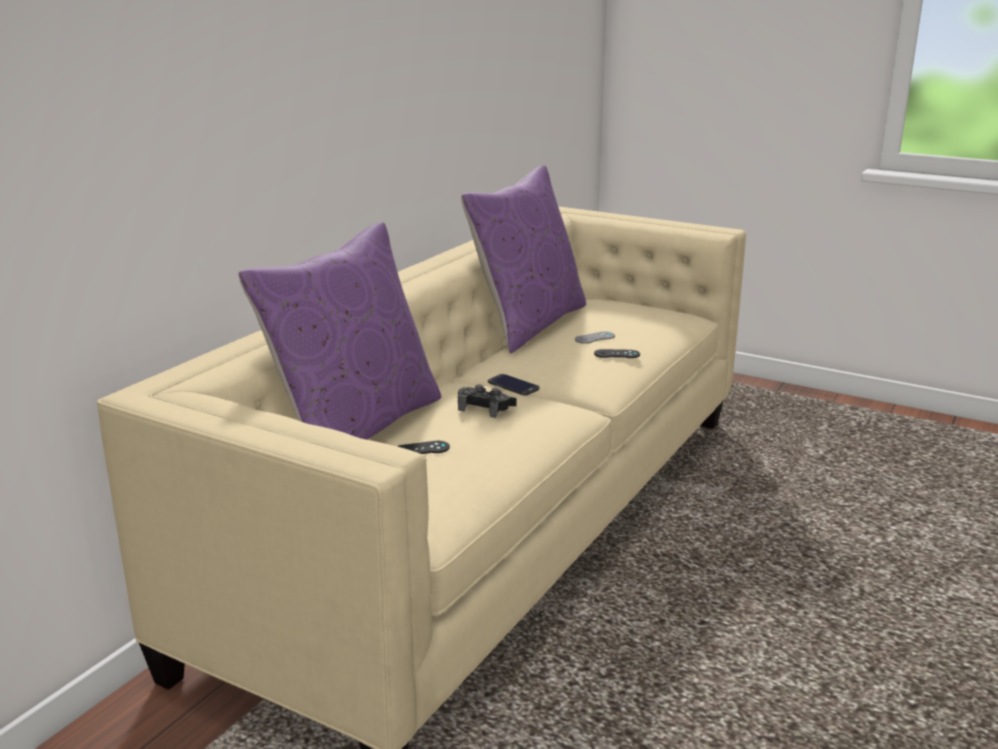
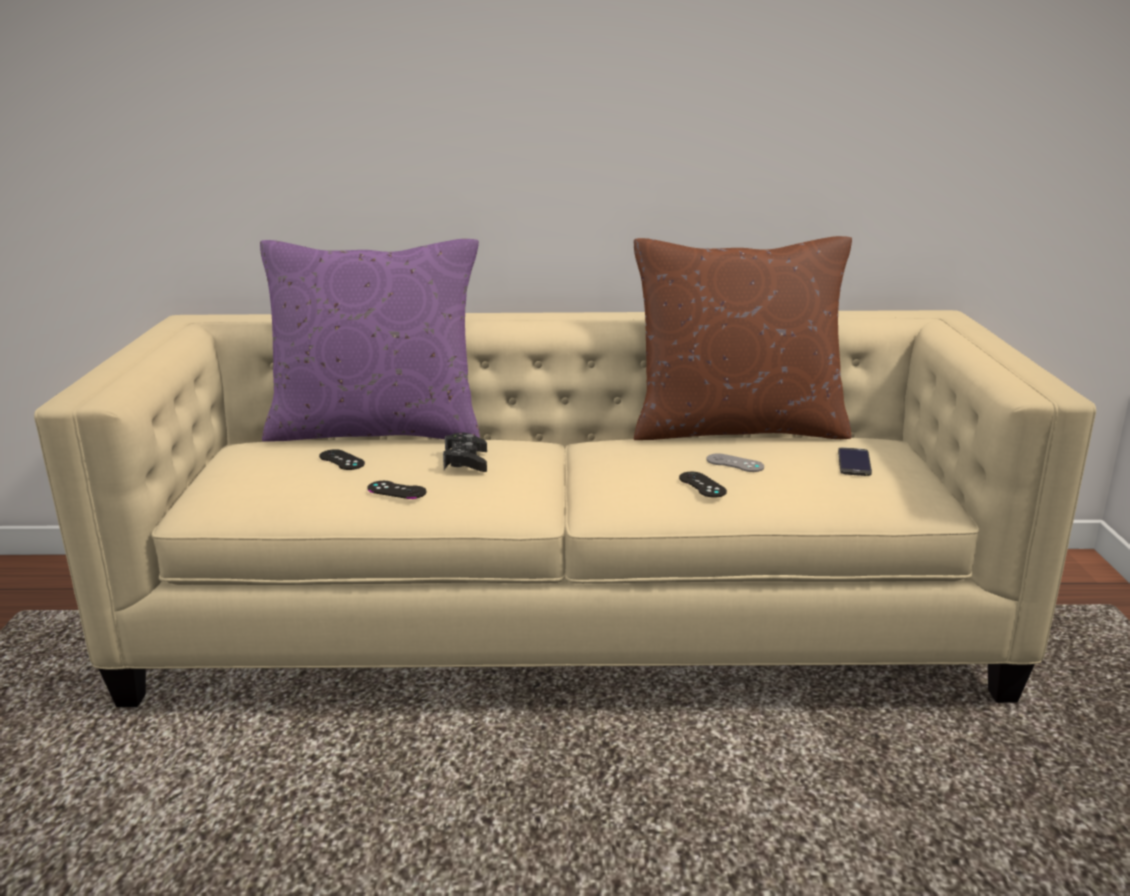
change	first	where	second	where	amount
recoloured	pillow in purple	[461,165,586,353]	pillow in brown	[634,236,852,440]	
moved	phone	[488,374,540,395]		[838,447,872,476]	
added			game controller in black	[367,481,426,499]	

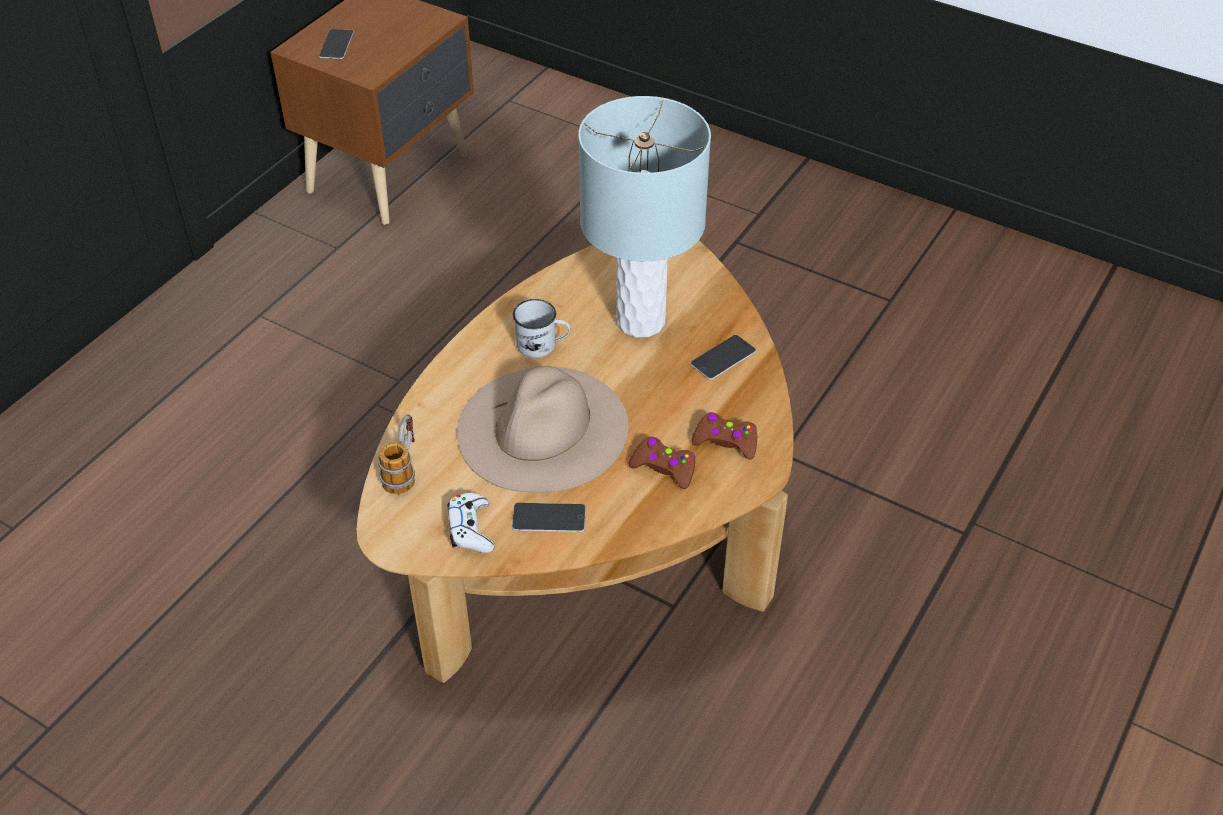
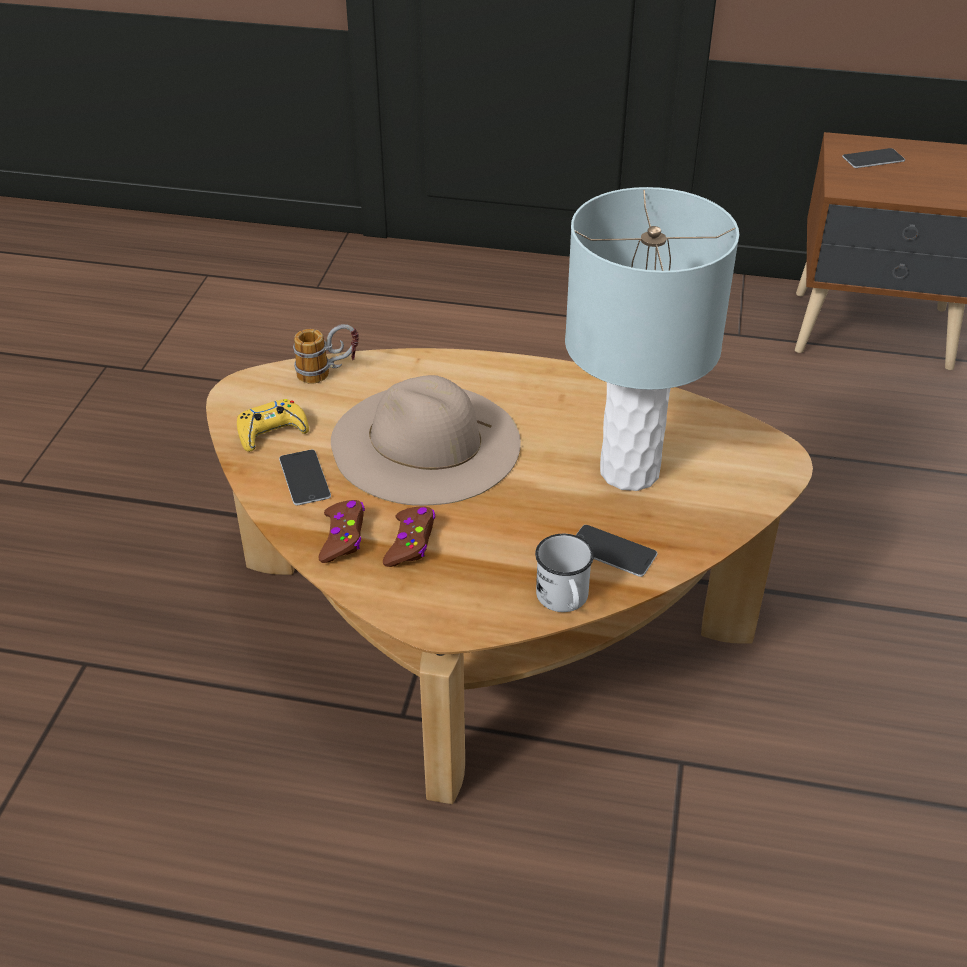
change	first	where	second	where	amount
recoloured	game controller in white	[447,492,495,553]	game controller in yellow	[237,399,309,452]	
moved	mug in white	[513,299,571,358]		[535,534,594,612]	
moved	game controller in brown	[691,412,757,459]		[319,500,365,563]	

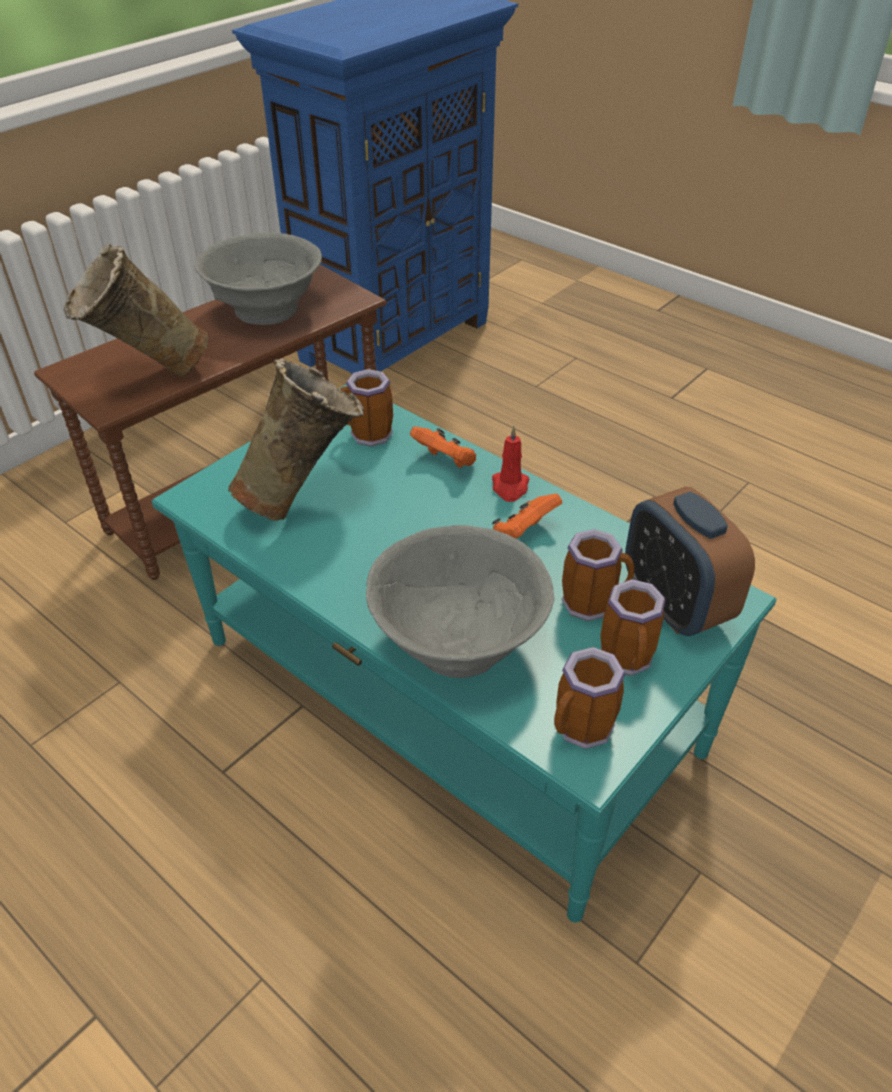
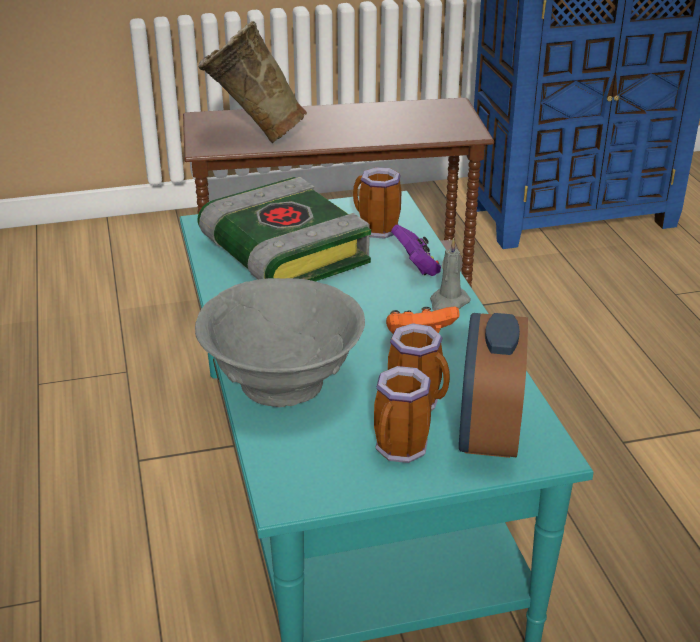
change	first	where	second	where	amount
removed	bowl in grey	[195,232,322,325]			
replaced	vase in beige	[228,358,364,521]	book	[197,177,371,281]	
recoloured	game controller in orange	[410,427,476,468]	game controller in purple	[391,225,441,276]	
recoloured	candle in red	[492,426,529,502]	candle in grey	[430,238,471,310]	
removed	mug	[554,647,625,749]			

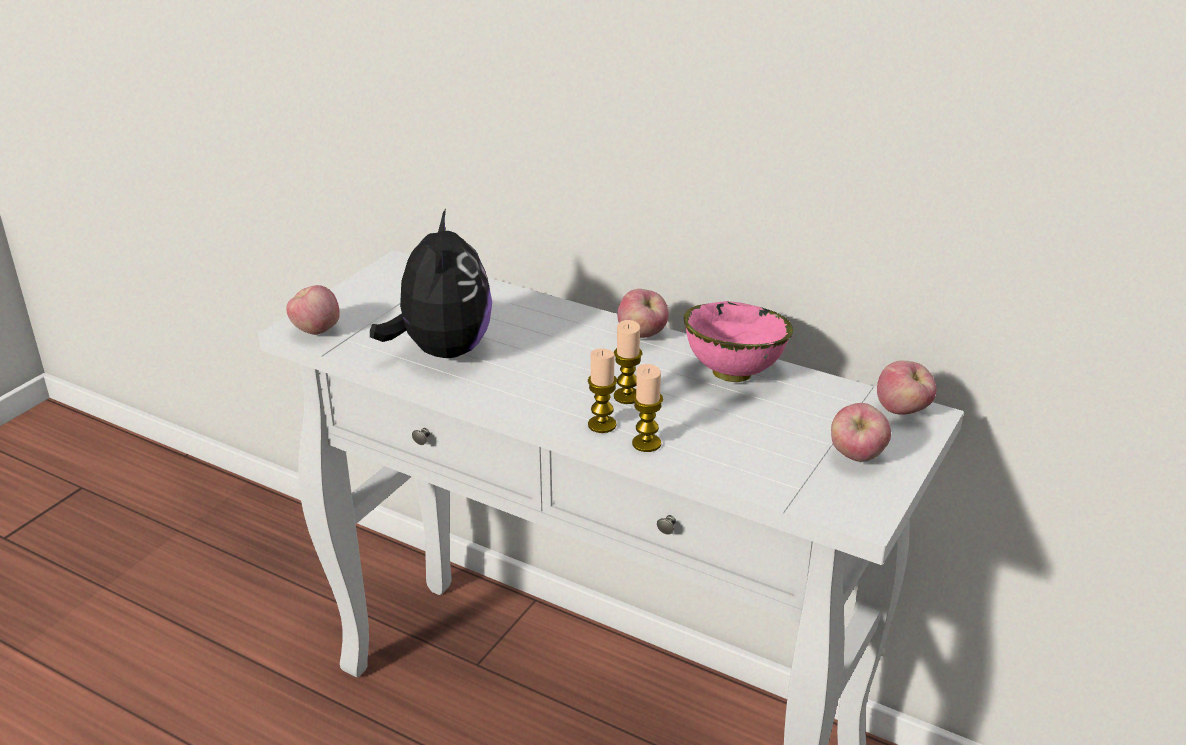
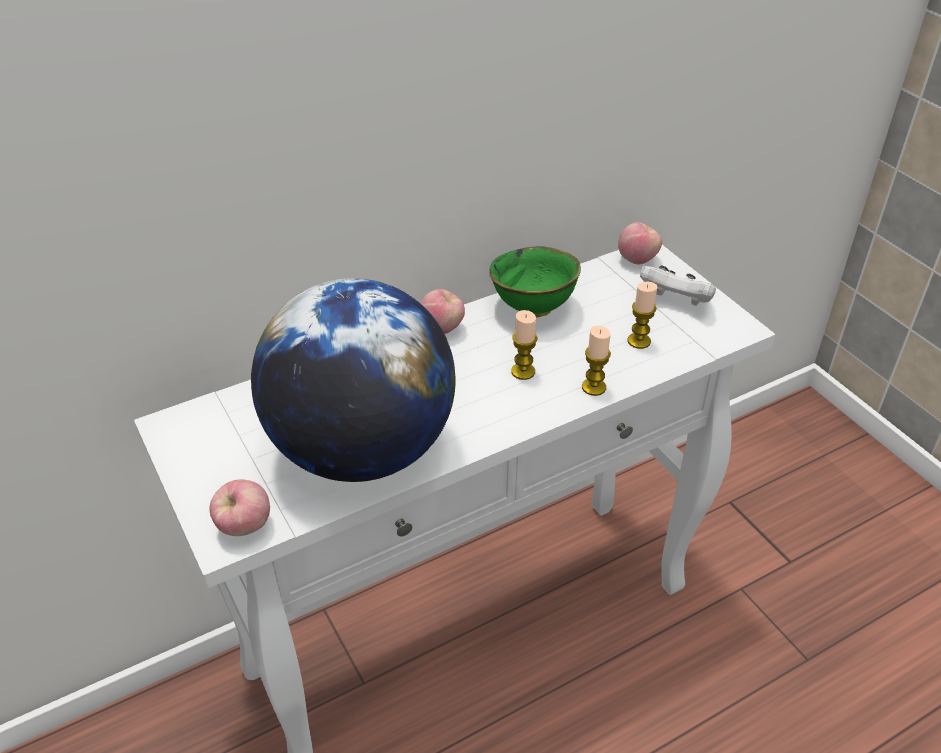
change	first	where	second	where	amount
replaced	plush toy	[370,208,492,358]	globe	[251,278,456,482]	
moved	candle	[588,349,617,433]		[628,282,657,349]	
recoloured	bowl in pink	[684,301,793,382]	bowl in green	[489,246,581,318]	
replaced	apple	[831,403,891,462]	game controller in white	[640,266,716,306]	

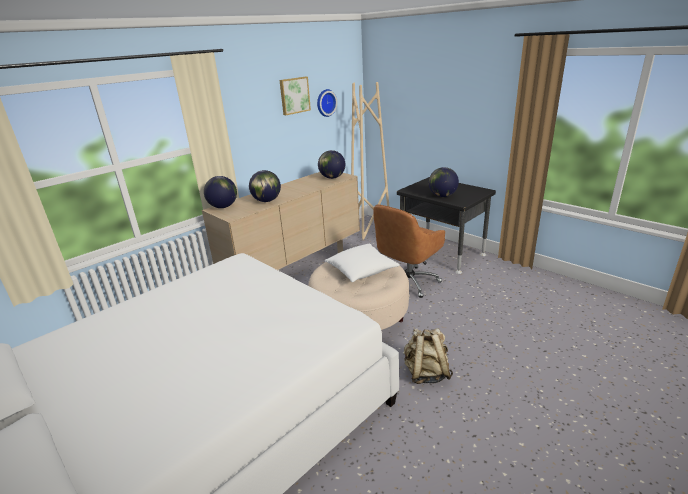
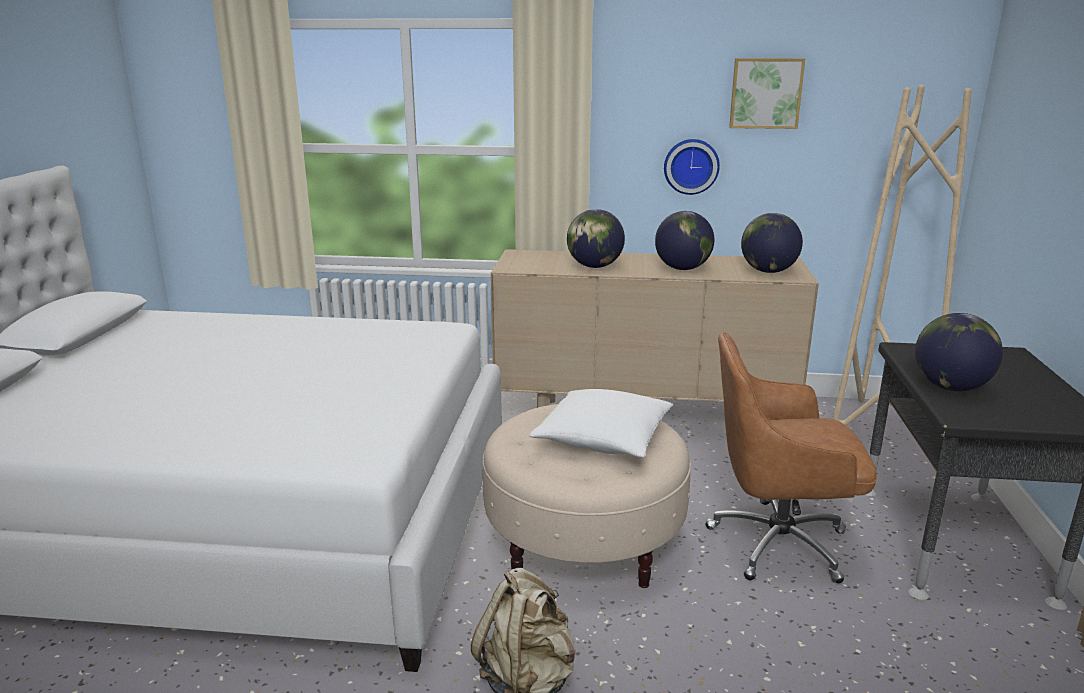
change	first	where	second	where	amount
moved	globe	[204,176,237,208]		[655,211,714,270]	
moved	wall clock	[317,89,337,117]		[664,139,720,195]	

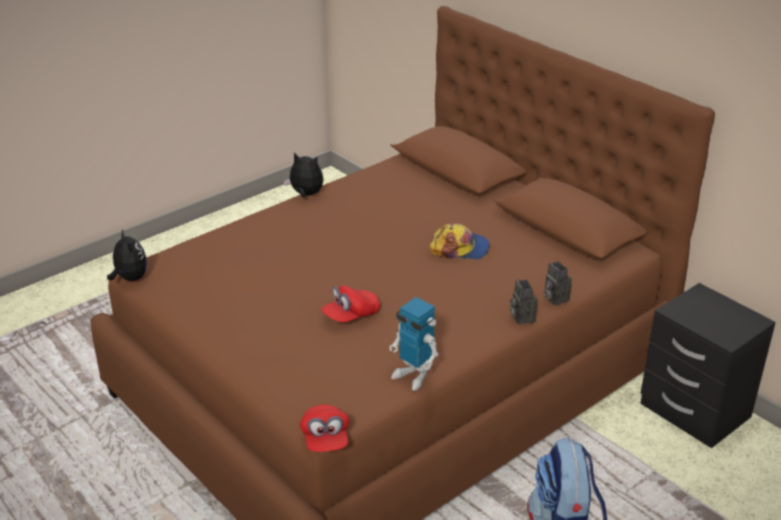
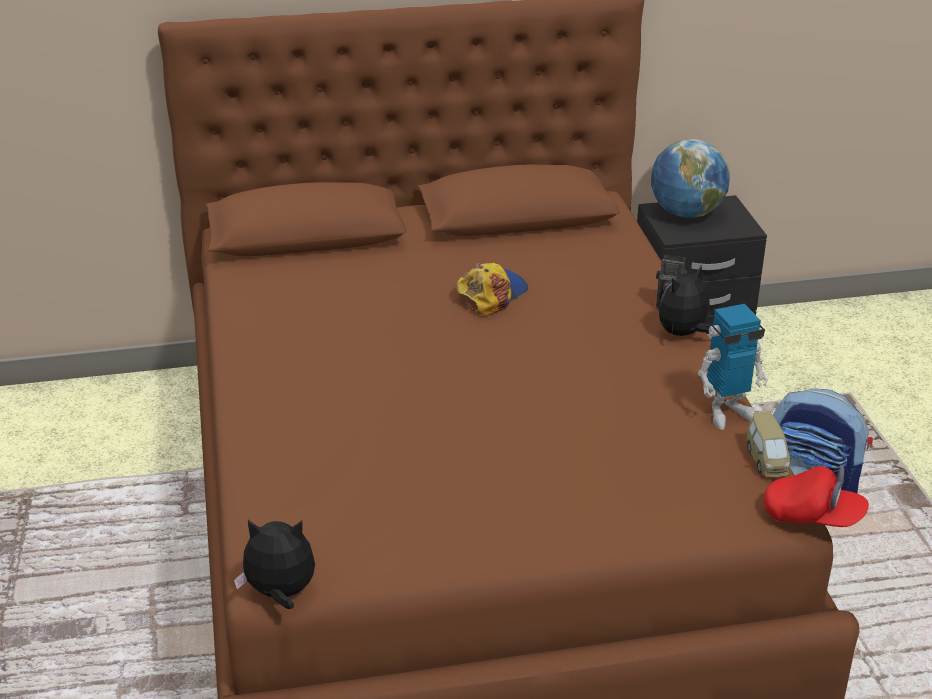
change	first	where	second	where	amount
moved	plush toy	[284,152,324,197]		[658,265,713,336]	
removed	cap in red	[322,286,380,322]			
removed	photo camera	[544,261,571,306]			
added			globe	[651,139,730,218]	
added			toy car	[746,412,793,477]	

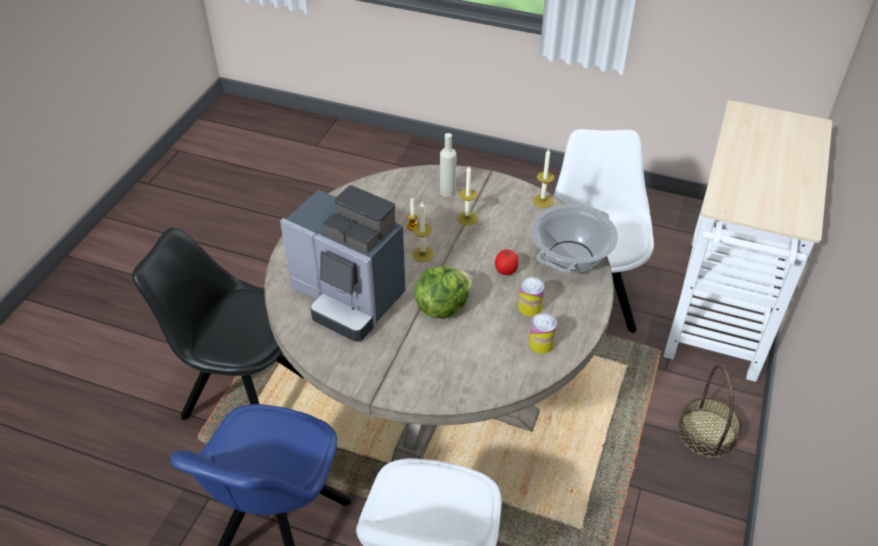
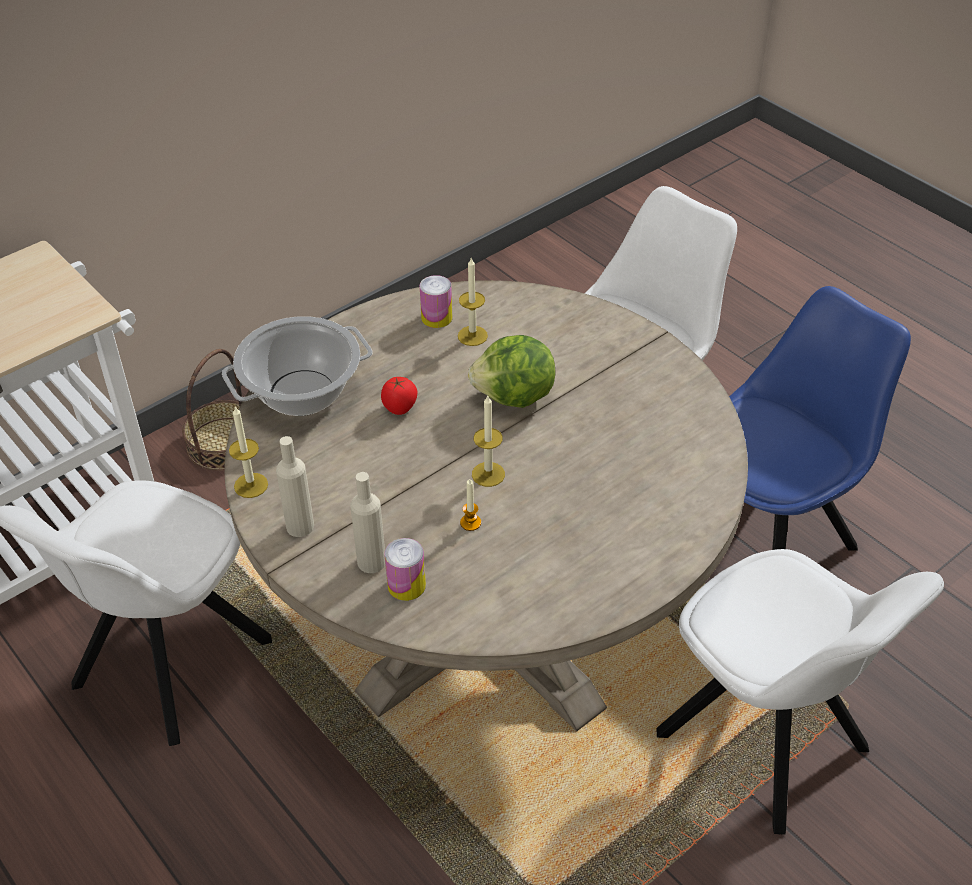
change	first	where	second	where	amount
recoloured	chair in black	[132,228,303,420]	chair in white	[656,549,944,835]	
removed	coffee machine	[280,185,405,342]			
moved	candle	[457,167,478,225]		[458,258,488,346]	
moved	can	[518,277,545,316]		[384,538,426,601]	
added			bottle in beige	[276,436,314,537]	

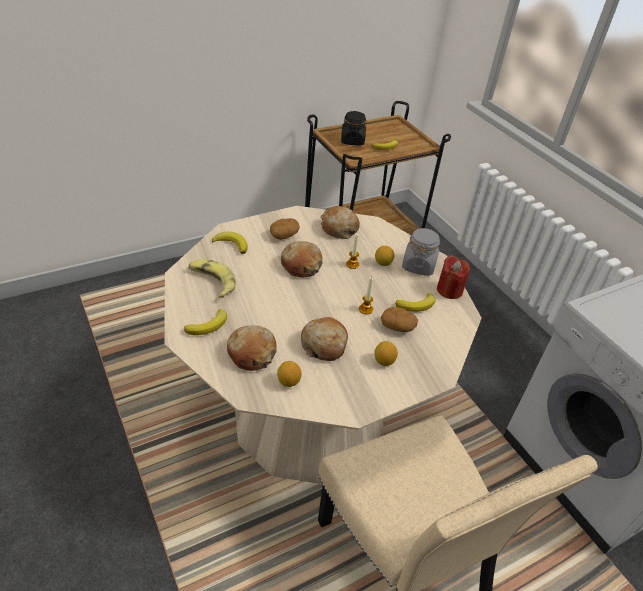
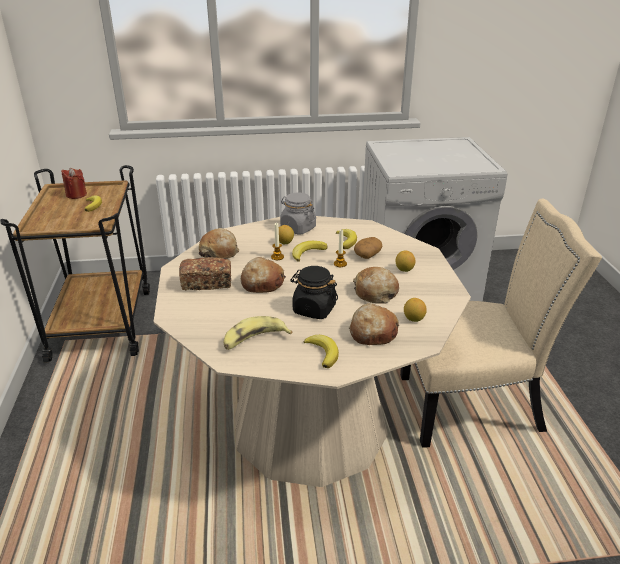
change	first	where	second	where	amount
moved	banana	[212,232,248,254]		[292,241,328,262]	
replaced	potato	[270,218,300,240]	bread	[179,257,231,291]	
moved	jar in black	[341,111,366,145]		[290,266,338,319]	
moved	candle in red	[437,255,470,299]		[61,168,87,199]	

